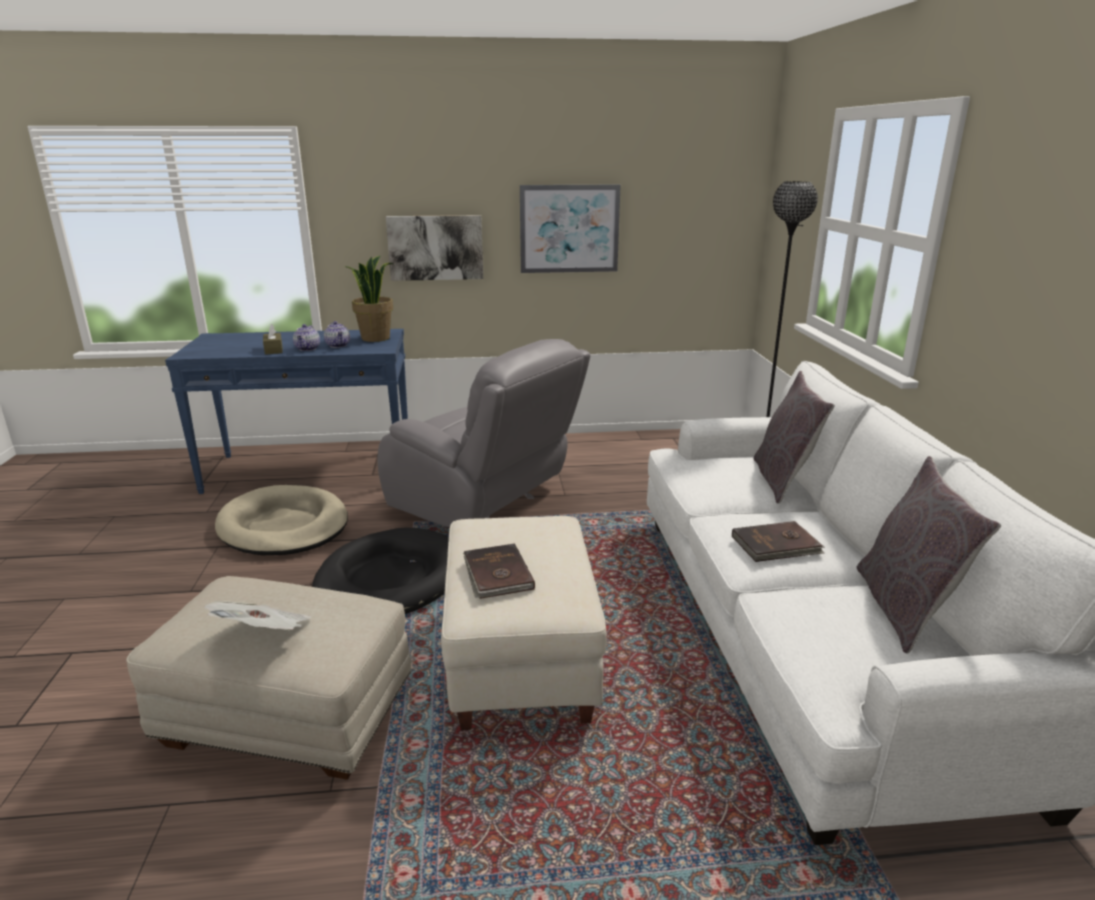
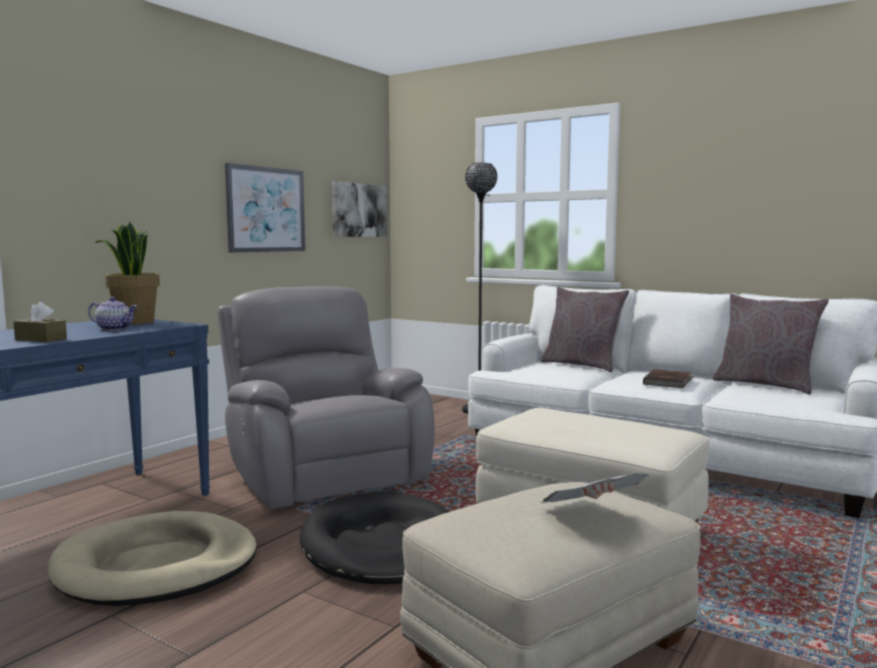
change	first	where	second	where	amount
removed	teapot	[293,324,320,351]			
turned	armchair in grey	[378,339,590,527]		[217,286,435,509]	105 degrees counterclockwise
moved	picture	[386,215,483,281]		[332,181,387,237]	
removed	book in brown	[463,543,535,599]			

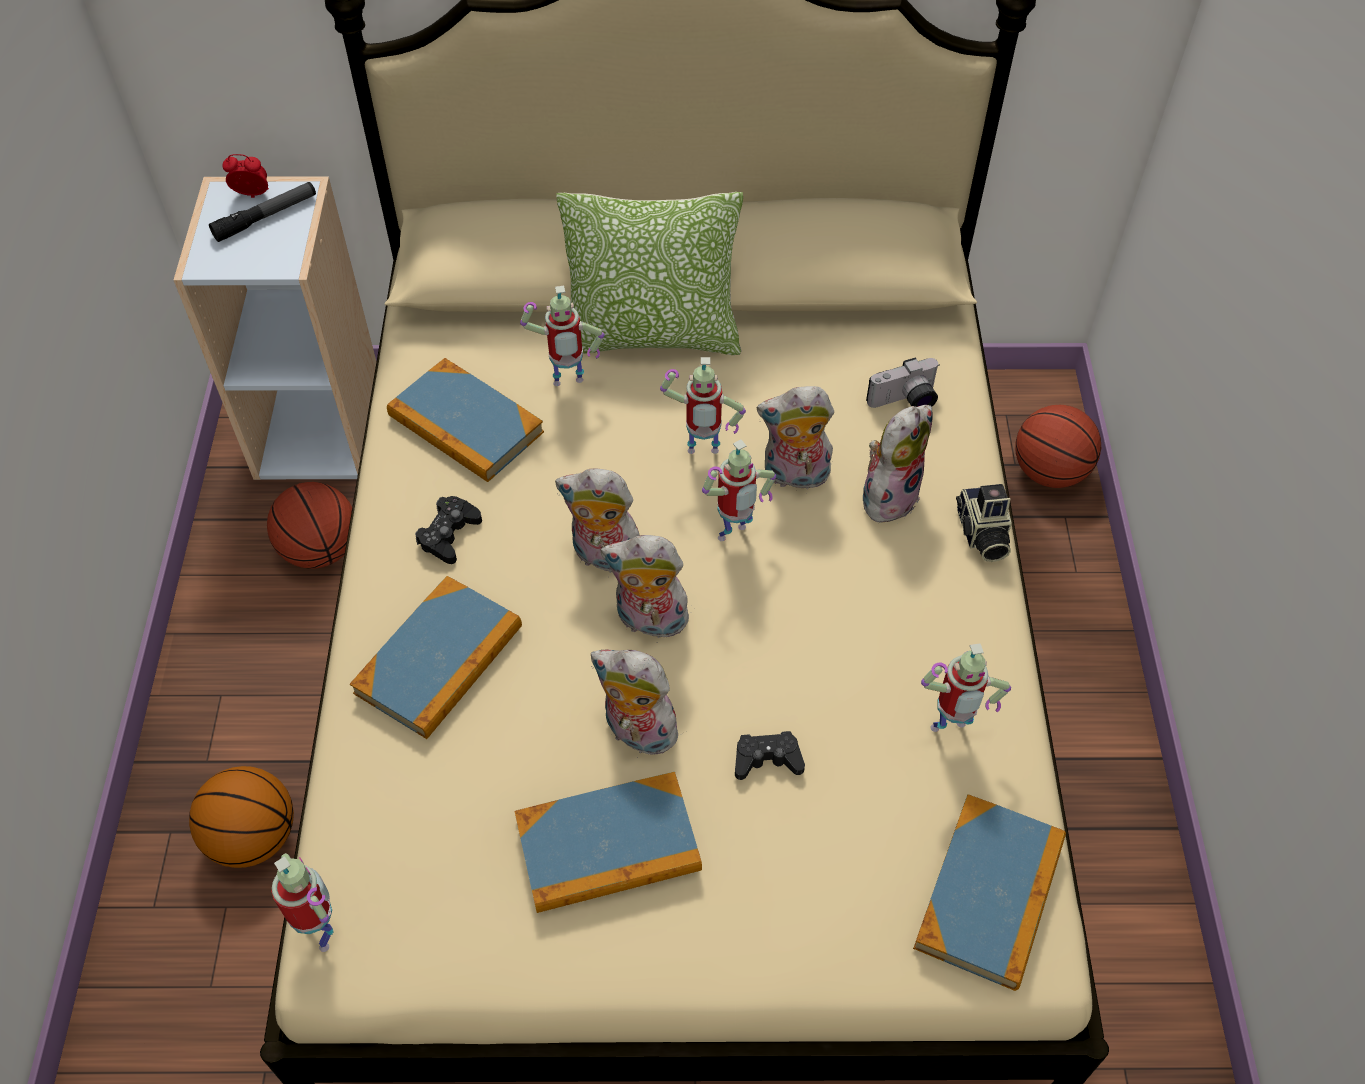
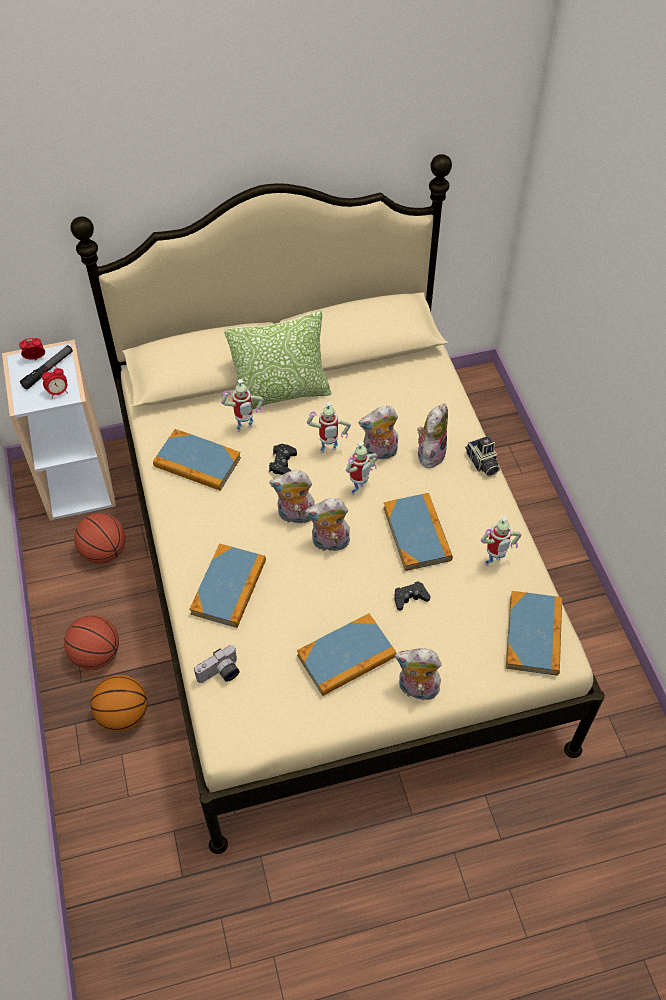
change	first	where	second	where	amount
removed	toy robot	[271,853,334,952]			
moved	game controller in black	[415,496,482,564]		[269,444,297,475]	
moved	plush toy	[591,650,687,758]		[395,648,442,701]	
moved	photo camera	[866,357,939,408]		[194,645,240,683]	
moved	basketball	[1015,405,1101,488]		[64,615,119,670]	
added			alarm clock	[42,366,68,399]	
added			book	[383,493,453,571]	

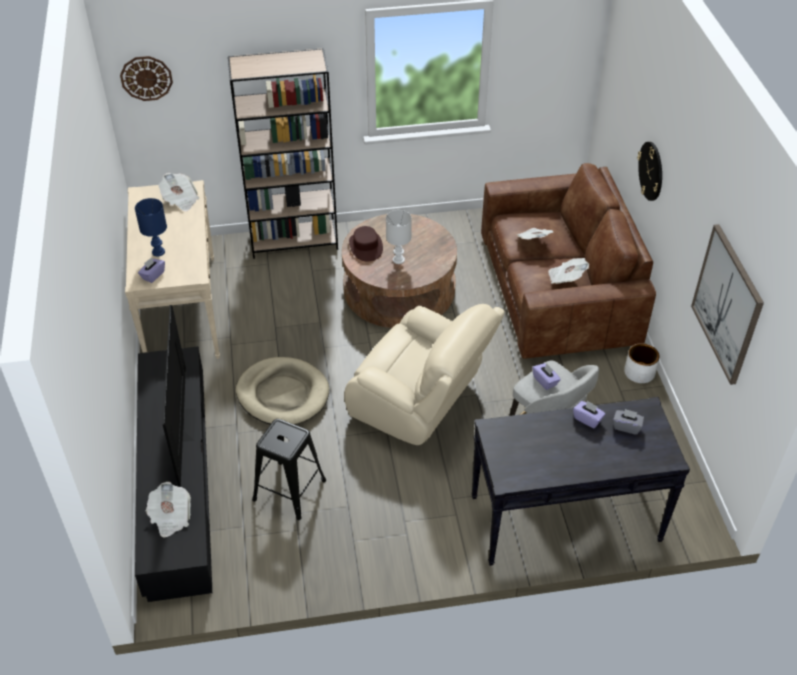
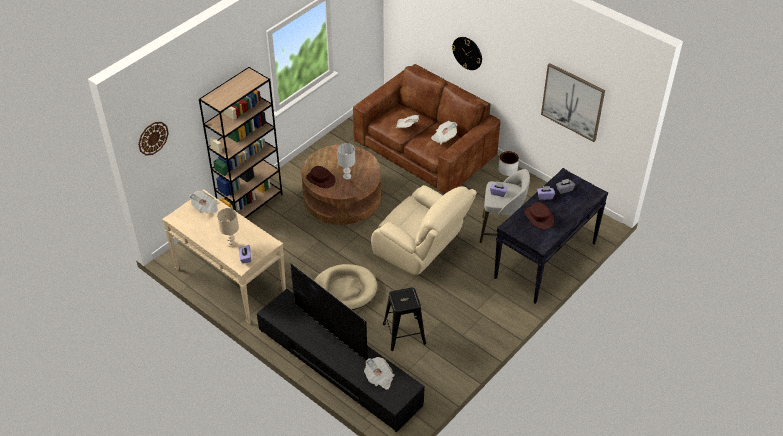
change	first	where	second	where	amount
recoloured	table lamp in blue	[135,198,167,257]	table lamp in beige	[217,208,239,247]	
turned	armchair in beige	[344,304,505,445]		[371,185,477,275]	45 degrees clockwise
added			hat in brown	[524,202,554,229]	

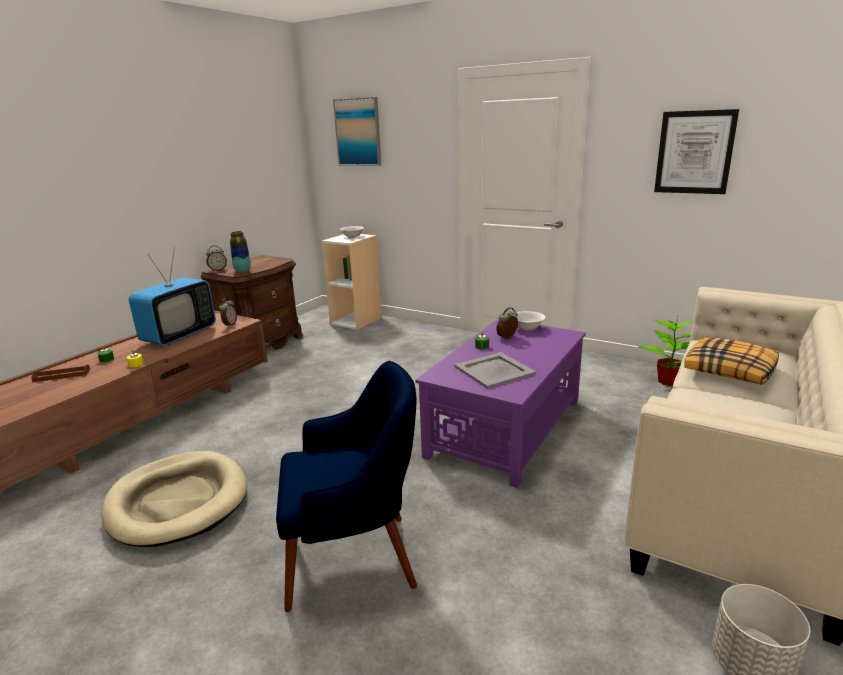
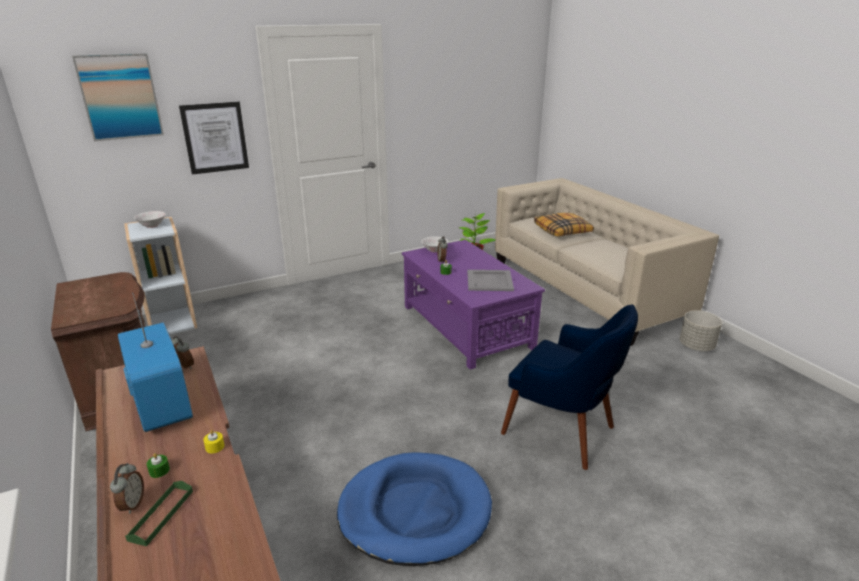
change	first	where	second	where	amount
recoloured	tray in brown	[31,365,90,382]	tray in green	[125,481,193,546]	
recoloured	dog bed in beige	[101,451,247,547]	dog bed in blue	[337,452,492,566]	
moved	alarm clock	[206,246,227,272]		[110,463,144,514]	
removed	vase	[230,231,251,273]			
turned	armchair in blue	[276,361,417,612]		[501,305,638,470]	105 degrees clockwise
moved	picture	[654,109,739,194]		[179,102,249,175]	

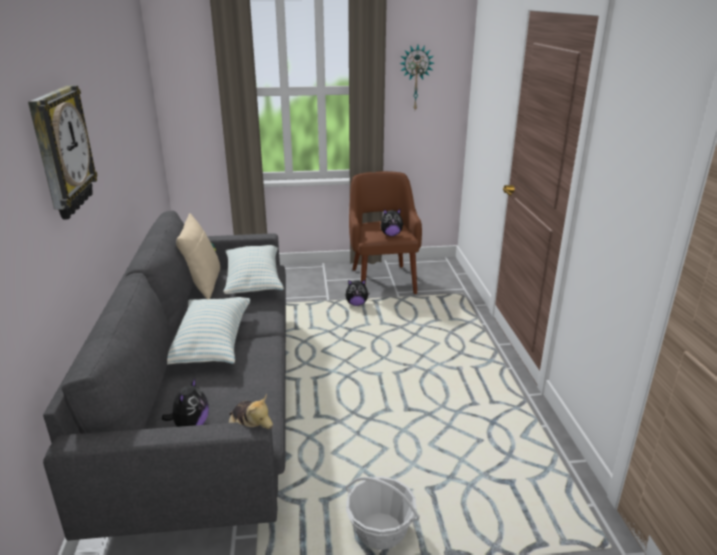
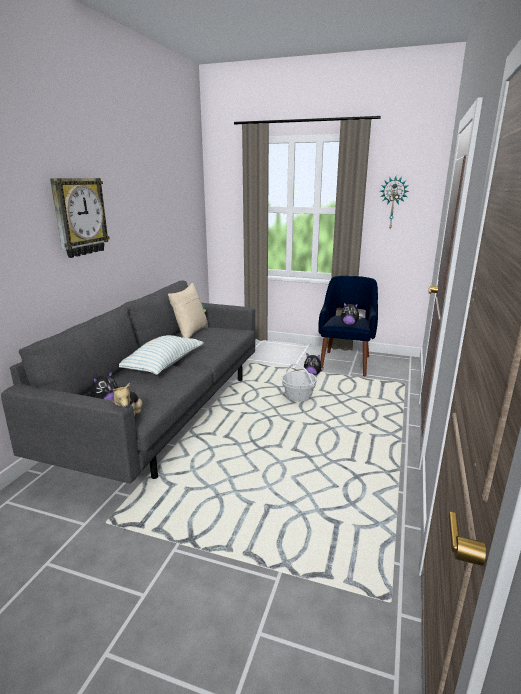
change	first	where	second	where	amount
removed	pillow	[223,245,284,294]			
moved	basket	[346,476,420,550]		[281,364,317,401]	
recoloured	armchair in brown	[349,171,422,294]	armchair in blue	[318,276,378,376]	

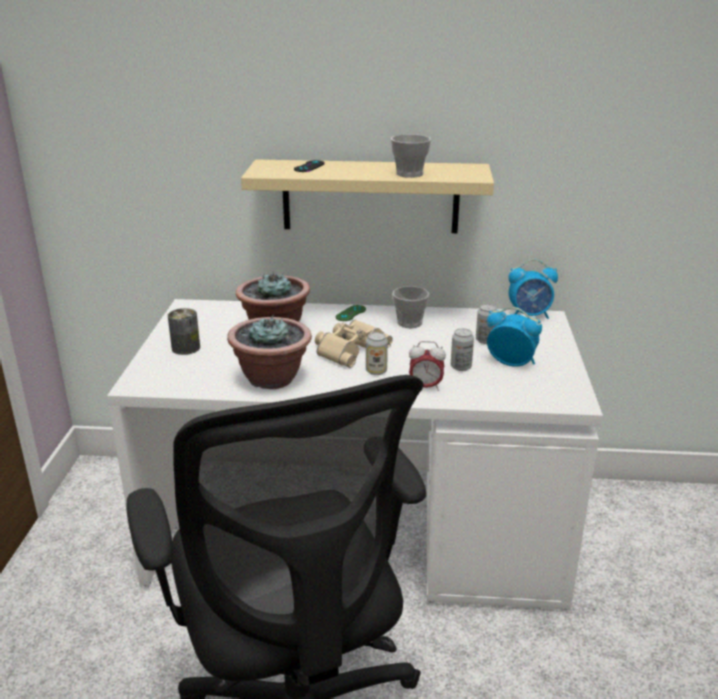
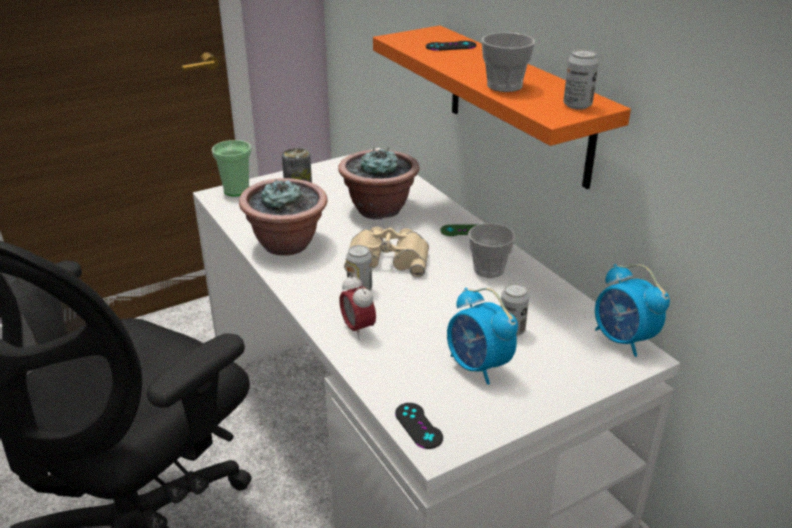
change	first	where	second	where	amount
recoloured	shelf in beige	[241,160,494,233]	shelf in orange	[373,25,631,189]	
moved	can	[451,328,474,371]		[563,49,599,110]	
turned	alarm clock	[487,307,542,367]		[447,288,518,385]	150 degrees clockwise
added			cup	[212,140,252,196]	
added			game controller in black	[395,403,443,449]	

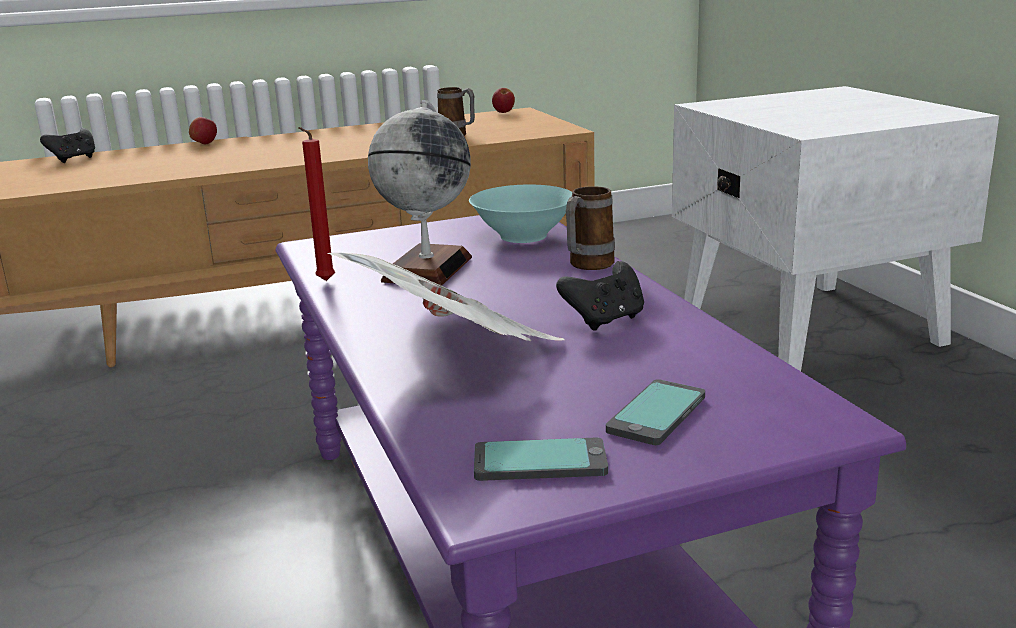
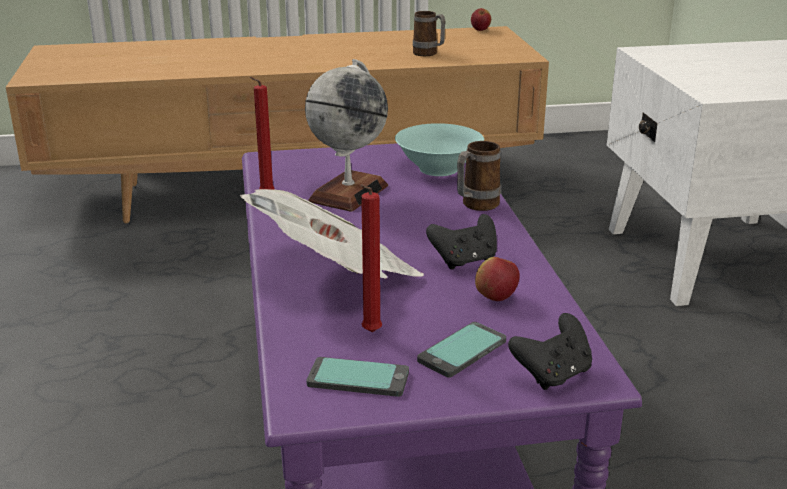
change	first	where	second	where	amount
moved	game controller in black	[40,128,95,163]		[508,313,592,390]	
moved	apple	[189,117,217,144]		[475,257,520,301]	
added			candle in red	[360,184,382,332]	

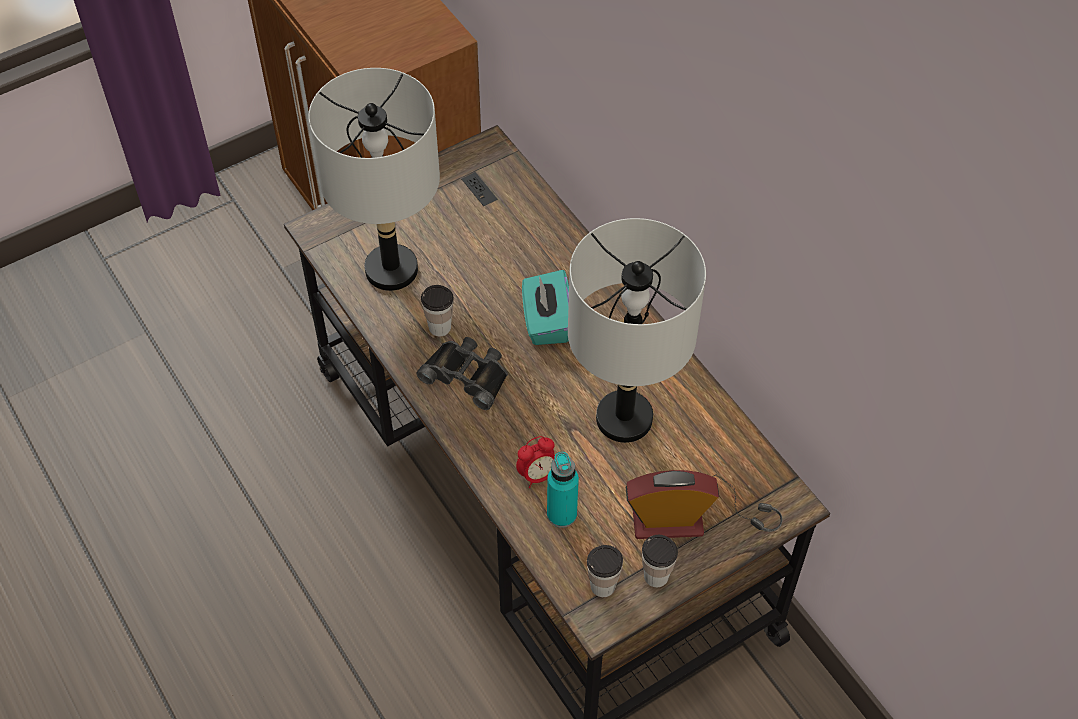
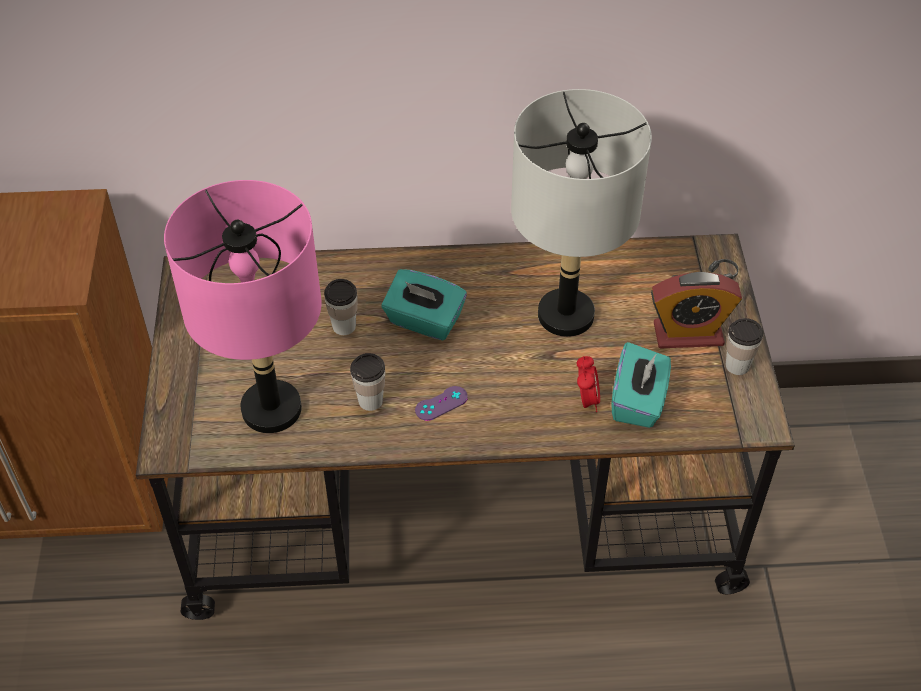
change	first	where	second	where	amount
recoloured	table lamp in grey	[308,68,440,291]	table lamp in pink	[164,180,322,433]	
replaced	binoculars in black	[416,337,508,410]	game controller in purple	[415,386,468,421]	
replaced	bottle in turquoise	[547,452,579,528]	tissue box in turquoise	[612,342,671,428]	
moved	cup	[587,545,623,597]		[324,279,358,335]	
turned	alarm clock	[626,470,719,539]		[651,272,742,349]	120 degrees counterclockwise

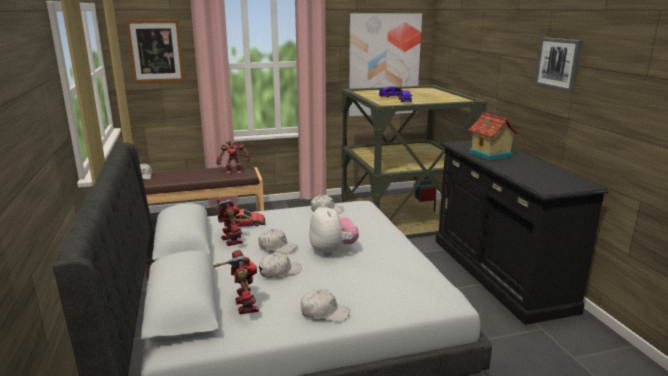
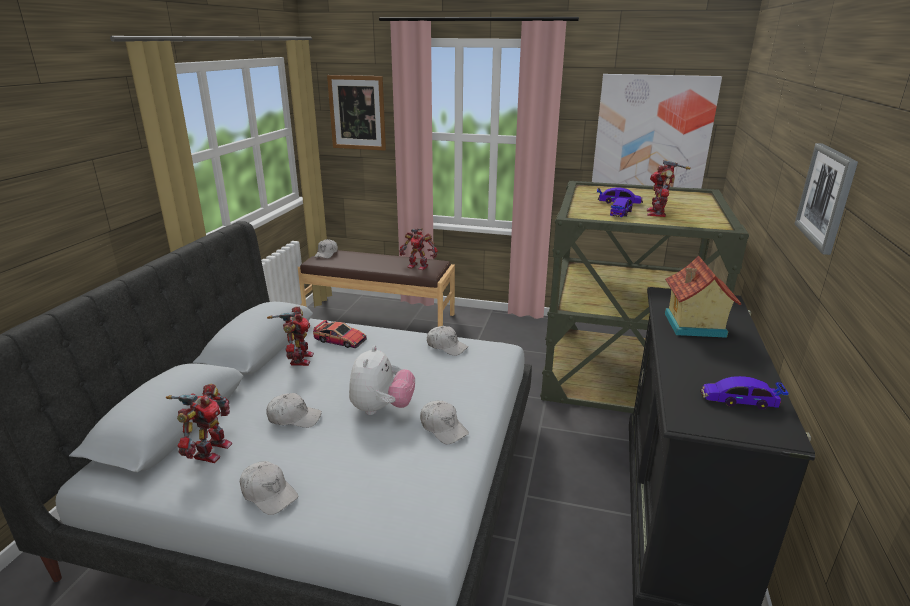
change	first	where	second	where	amount
moved	cap in white	[258,229,297,254]		[420,401,469,444]	
added			toy robot	[647,160,691,217]	
added			toy car	[700,376,789,409]	

